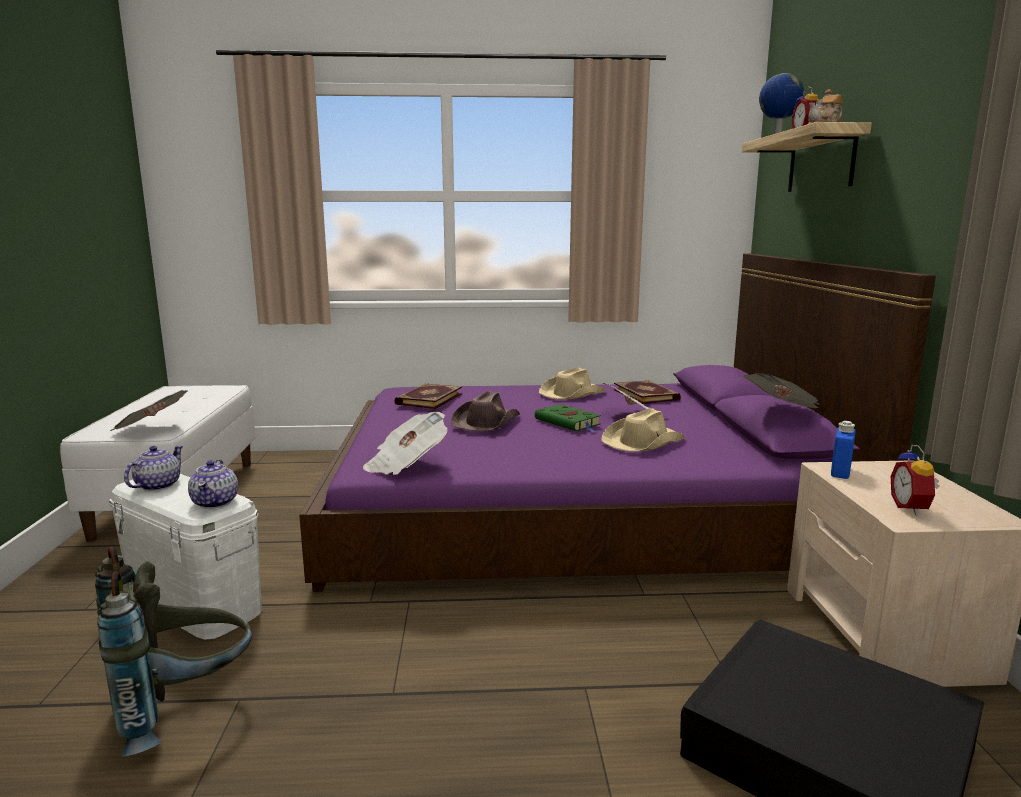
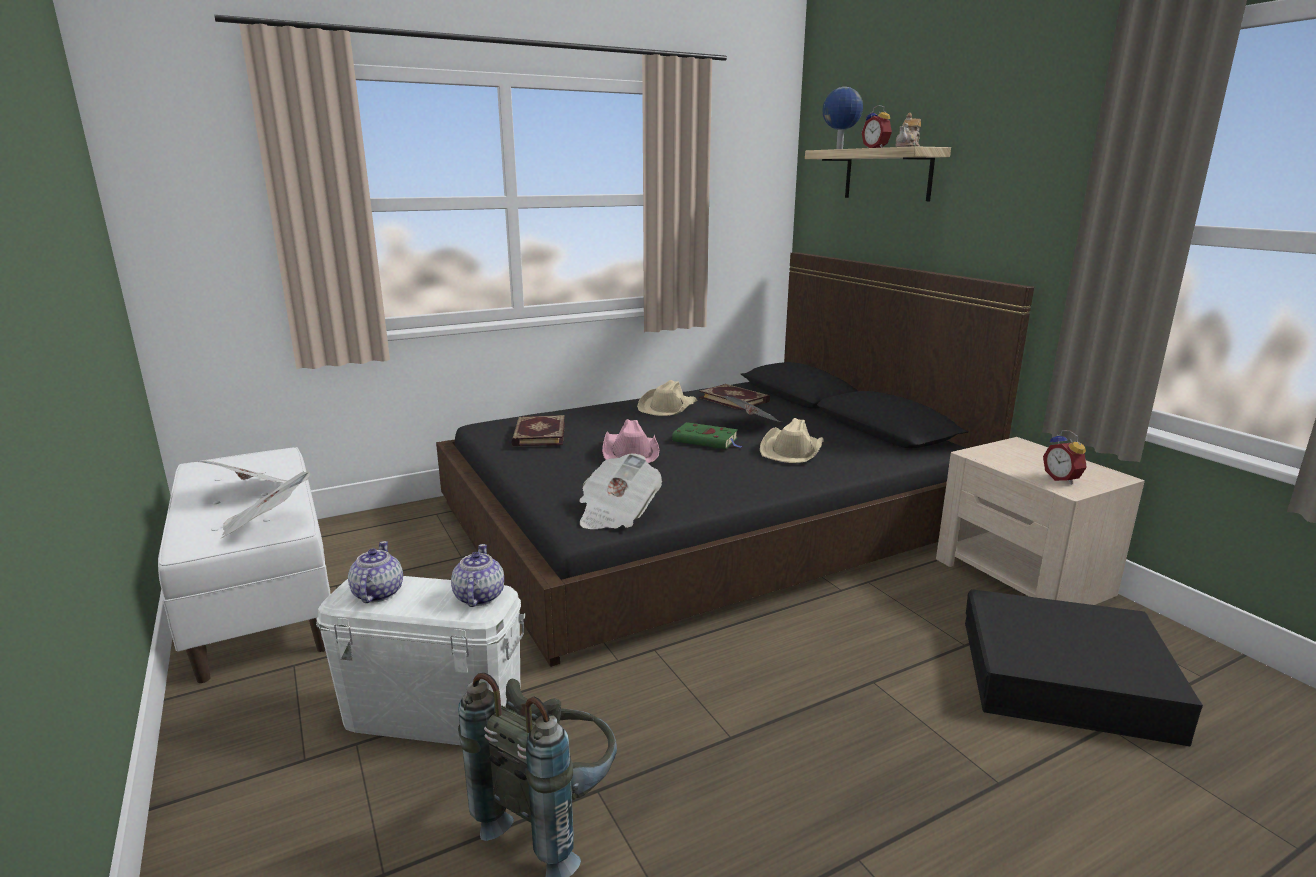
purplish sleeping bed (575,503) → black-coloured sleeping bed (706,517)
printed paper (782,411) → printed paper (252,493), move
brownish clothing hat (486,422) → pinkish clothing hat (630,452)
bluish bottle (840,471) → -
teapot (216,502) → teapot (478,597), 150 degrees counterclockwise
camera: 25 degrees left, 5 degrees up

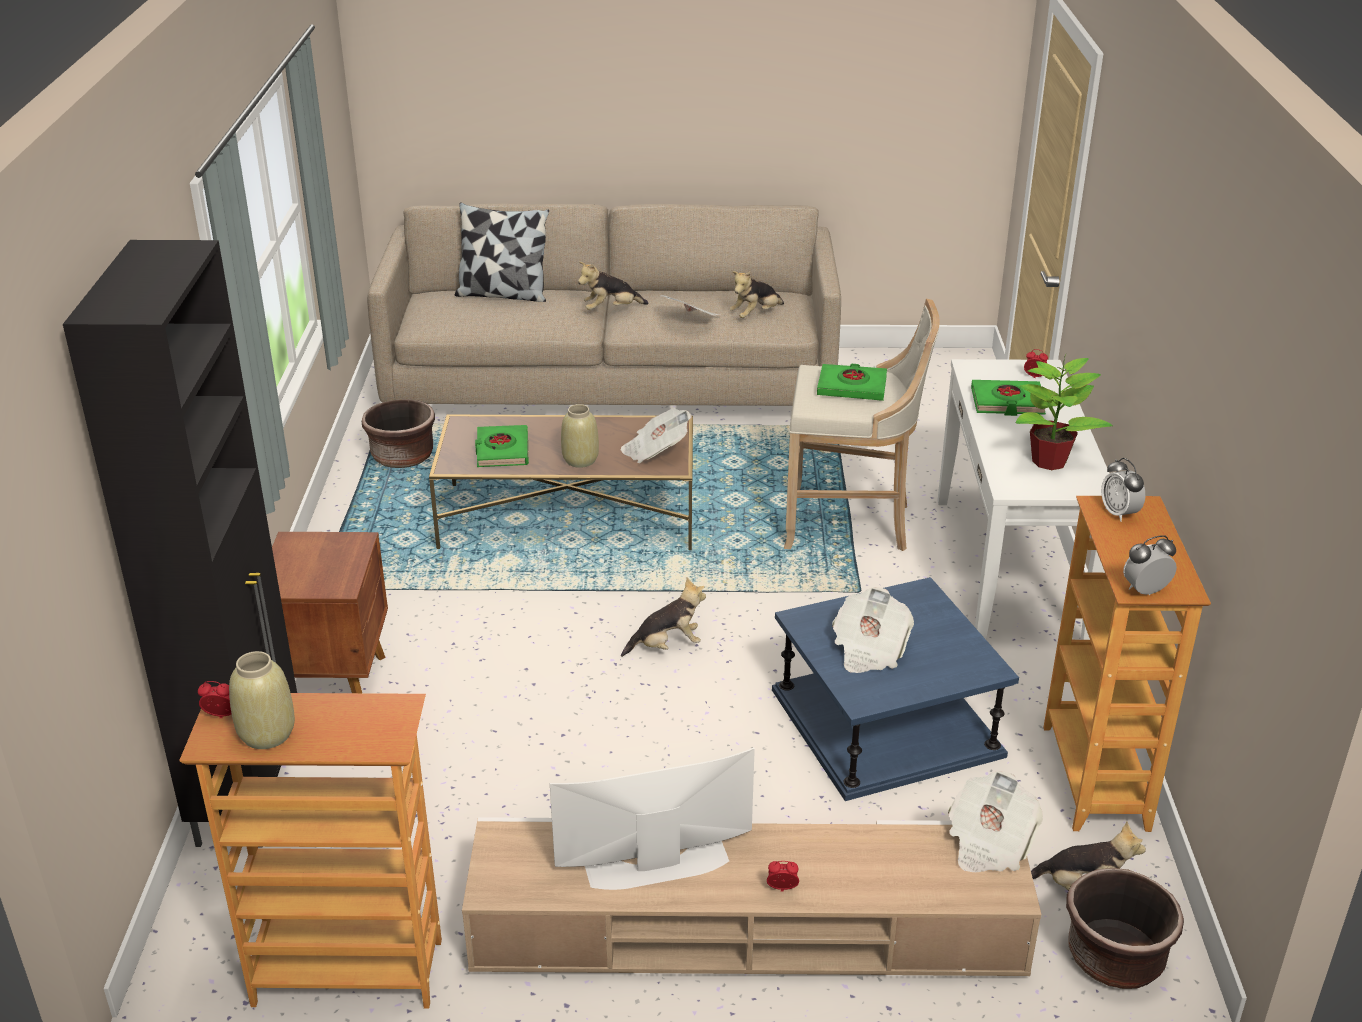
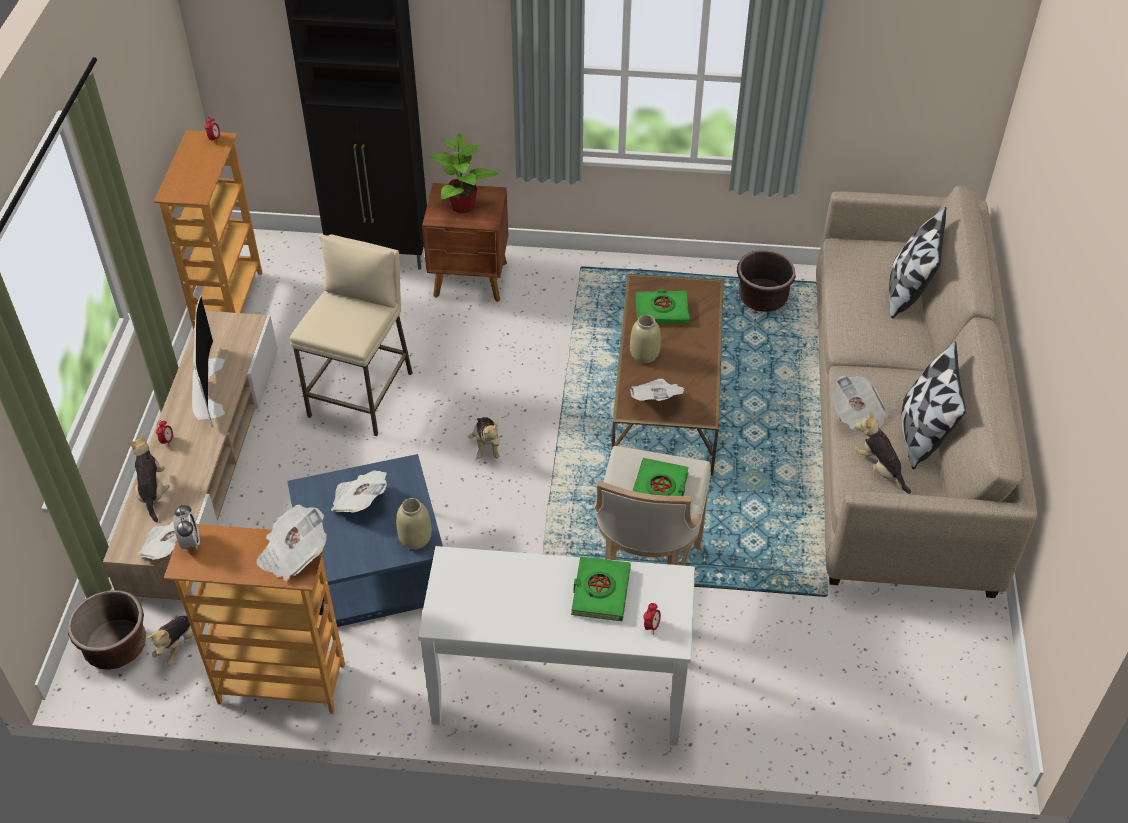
plush toy (611,310) → plush toy (153,492), move
plant in a pot (1050,461) → plant in a pot (463,206), move
alarm clock (1119,513) → printed paper (293,554)
beige decorative vase (266,734) → beige decorative vase (415,538), move
- → beige stool (362,394)
- → pillow (921,434)
camera: 95 degrees right, 15 degrees up

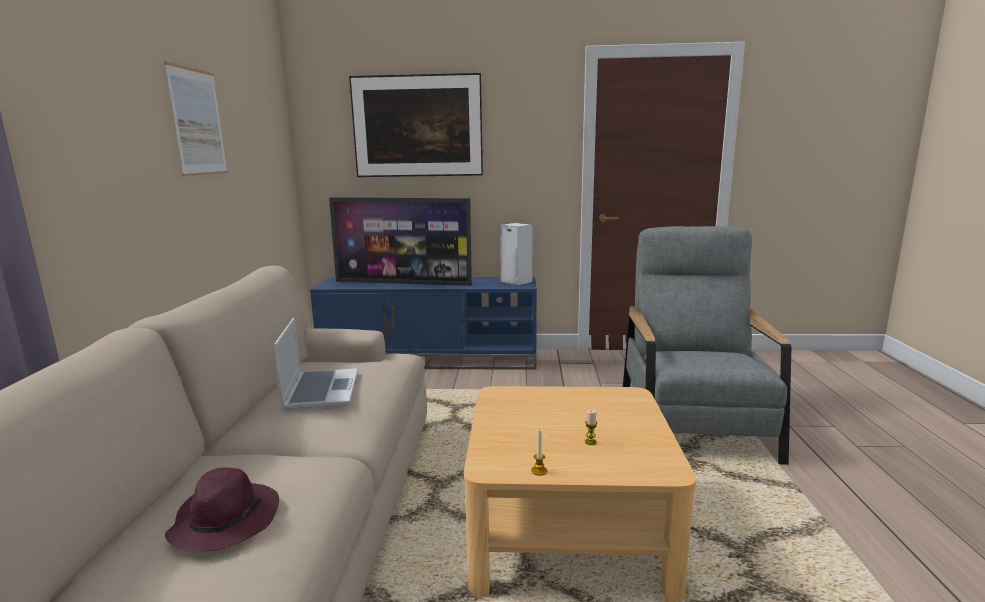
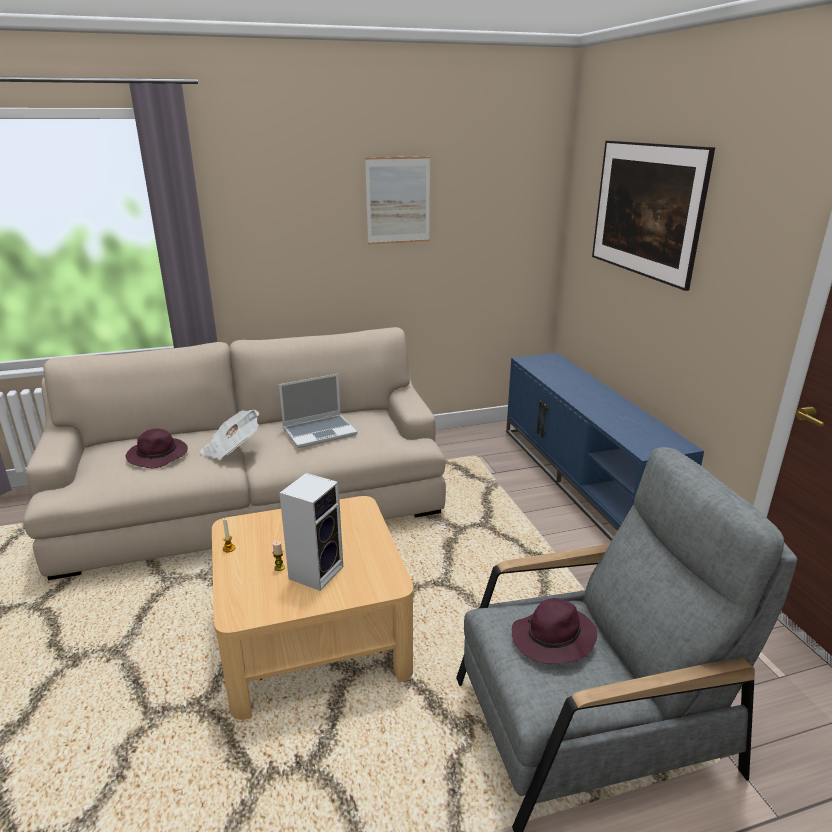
TV (403,283) → -
audio speaker (515,281) → audio speaker (316,571), move
- → printed paper (231,449)
- → purplish clothing hat (552,639)
camera: 70 degrees right, 10 degrees up

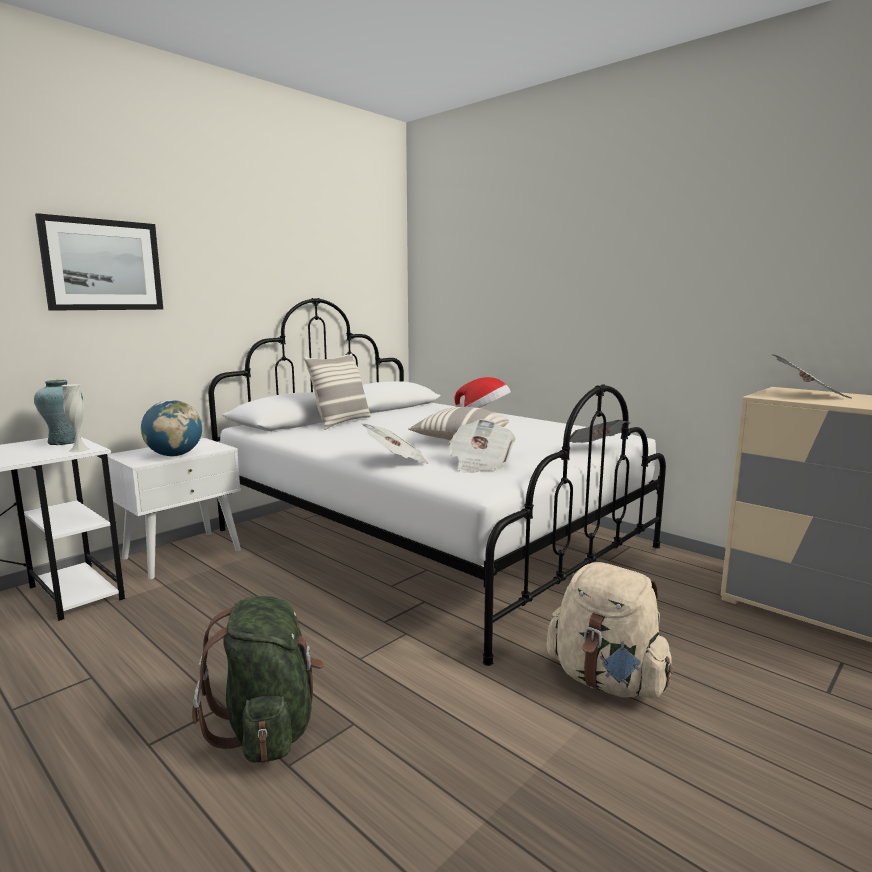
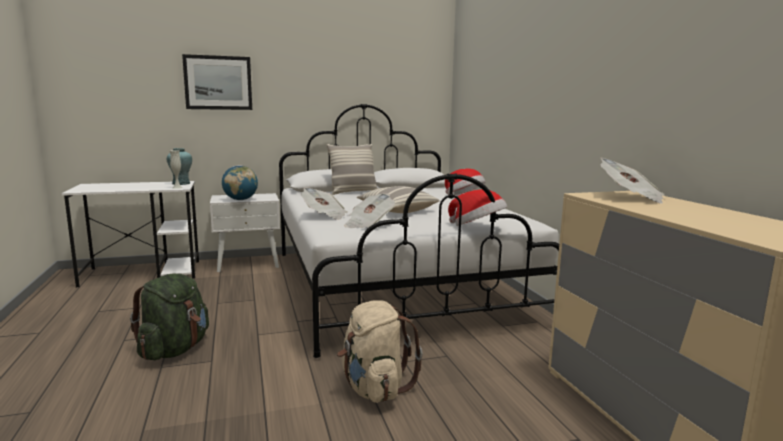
printed paper (596,449) → clothing hat (477,228)
camera: 30 degrees right, 0 degrees up

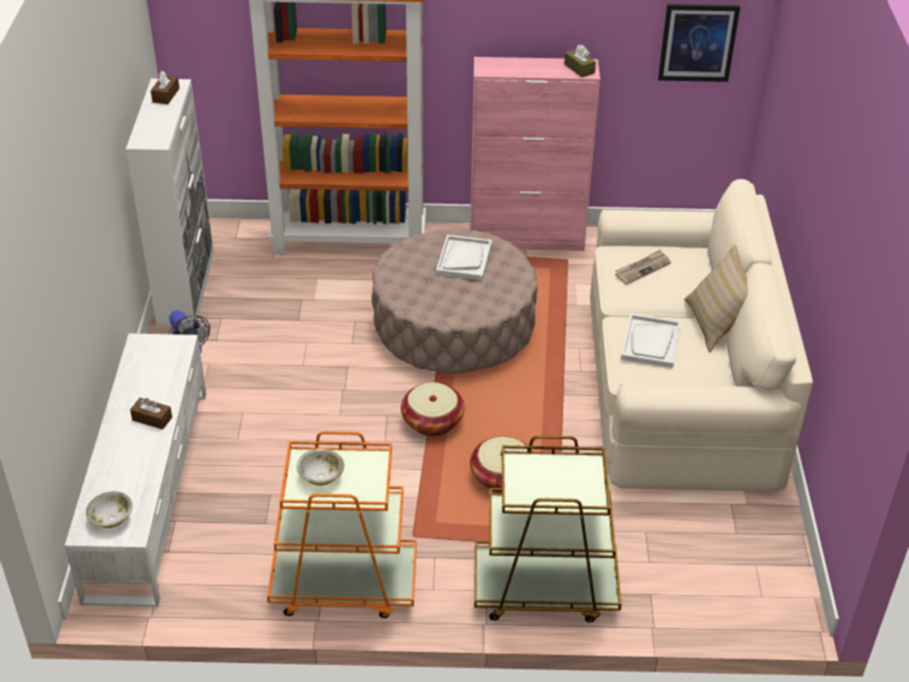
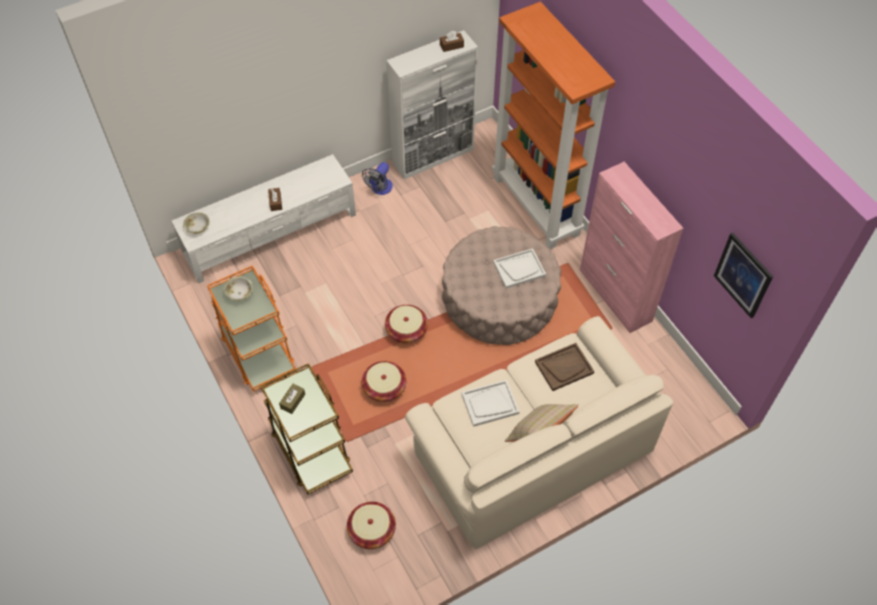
brownish box of tissues (579,68) → brownish box of tissues (293,401), move
printed paper (642,268) → brownish carrying tray (564,367)
- → basket (372,530)
camera: 60 degrees right, 15 degrees up

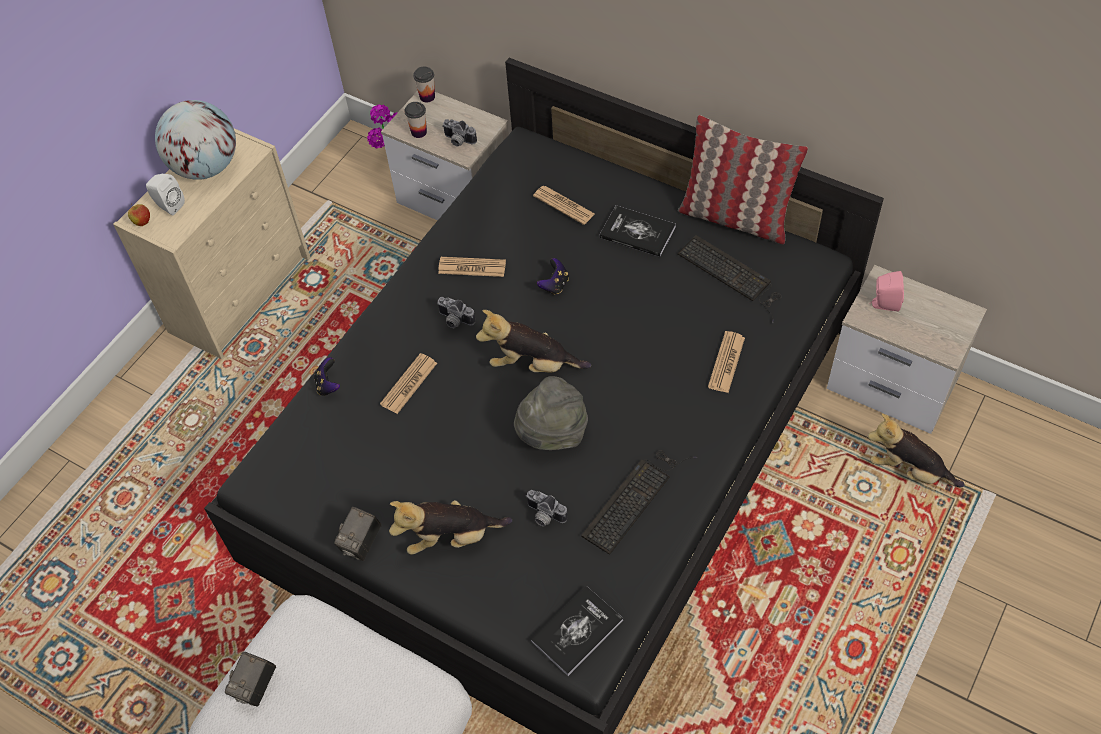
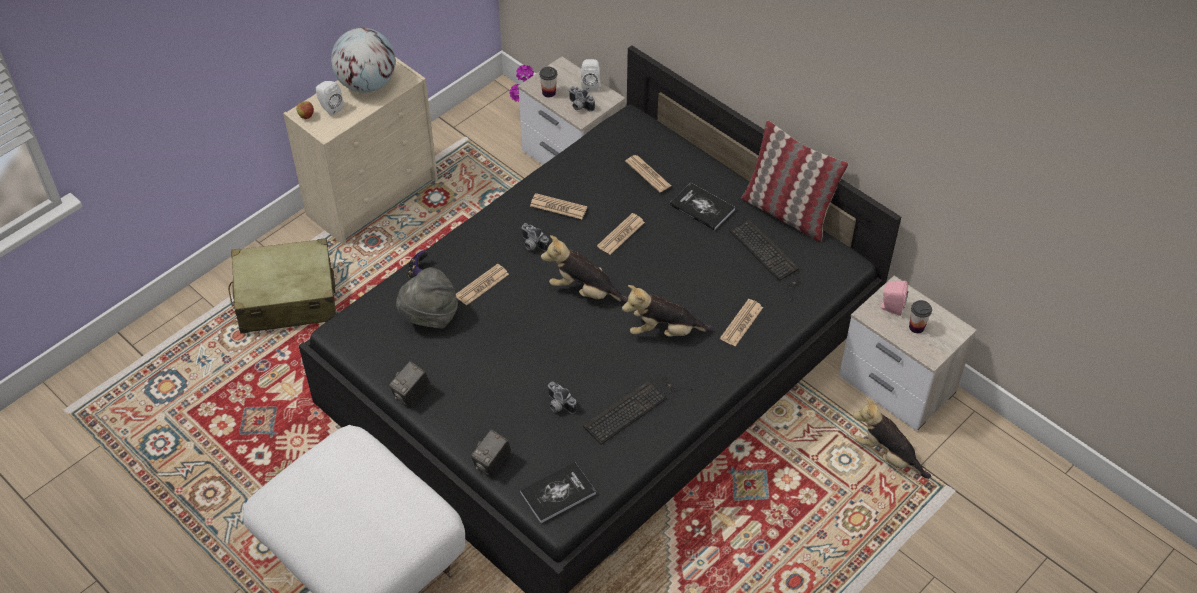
drinking cup (427,97) → drinking cup (916,327), move
gamepad (554,285) → printed paper (621,234)
greyish clothing hat (552,434) → greyish clothing hat (429,317), move
plush toy (451,537) → plush toy (664,331), move
still camera (256,687) → still camera (492,463), move
- → white-coloured audio speaker (590,84)
- → beige suitcase (286,298)
camera: 10 degrees right, 5 degrees down

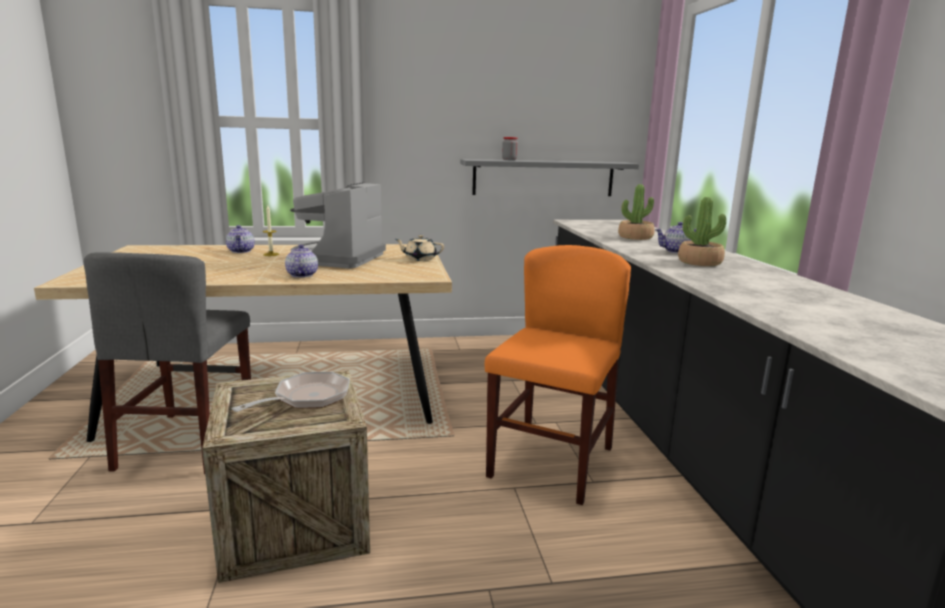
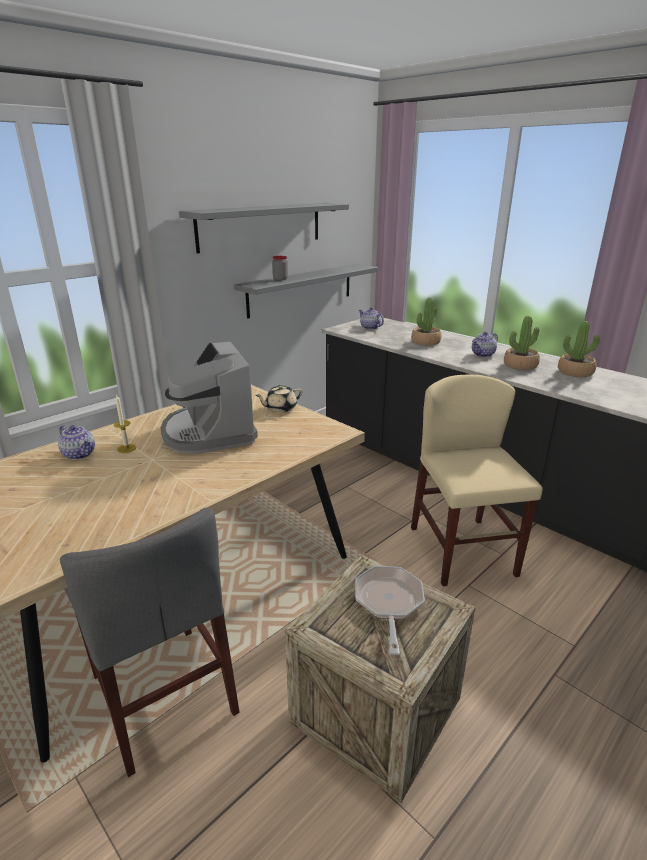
teapot (301,275) → teapot (369,327), move
orange-coloured plain chair (551,462) → beige plain chair (462,551)
- → greyish wall shelf (261,226)
- → plant in a pot (575,372)
camera: 35 degrees left, 10 degrees up

